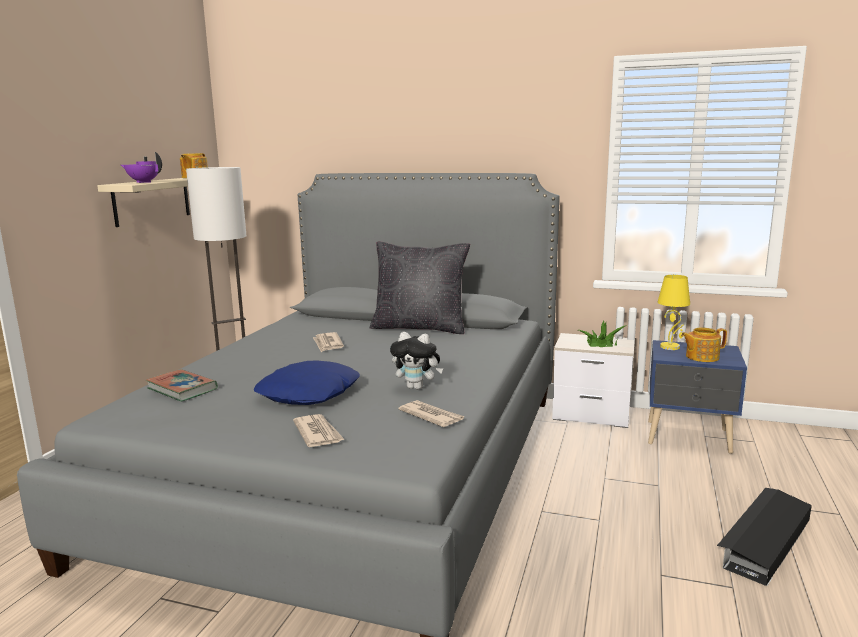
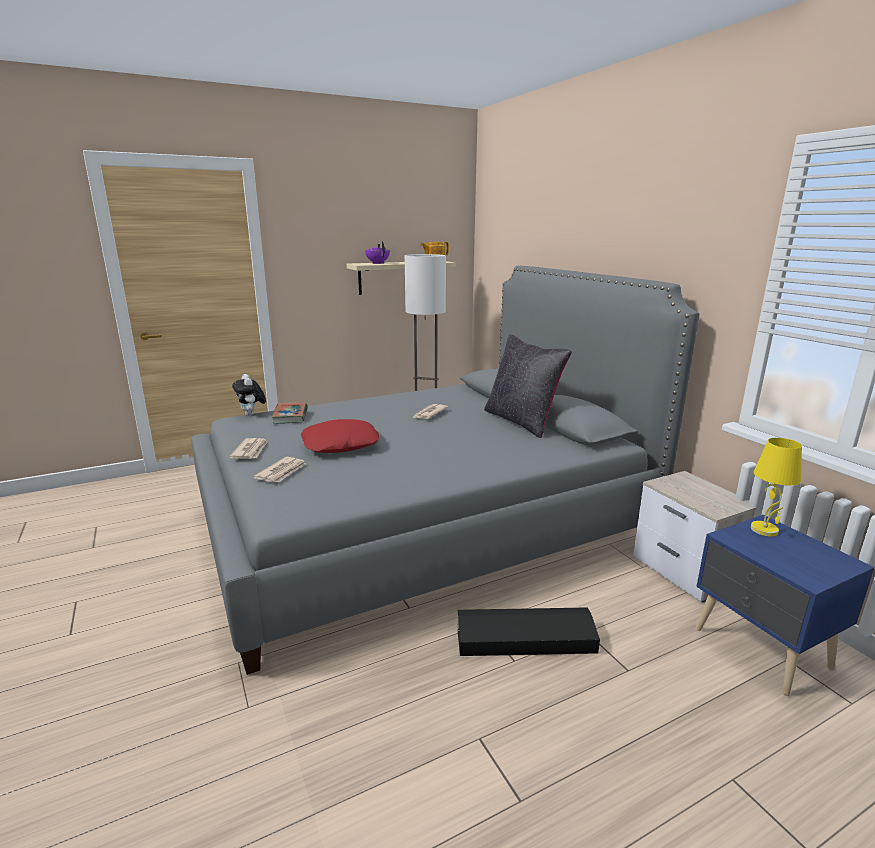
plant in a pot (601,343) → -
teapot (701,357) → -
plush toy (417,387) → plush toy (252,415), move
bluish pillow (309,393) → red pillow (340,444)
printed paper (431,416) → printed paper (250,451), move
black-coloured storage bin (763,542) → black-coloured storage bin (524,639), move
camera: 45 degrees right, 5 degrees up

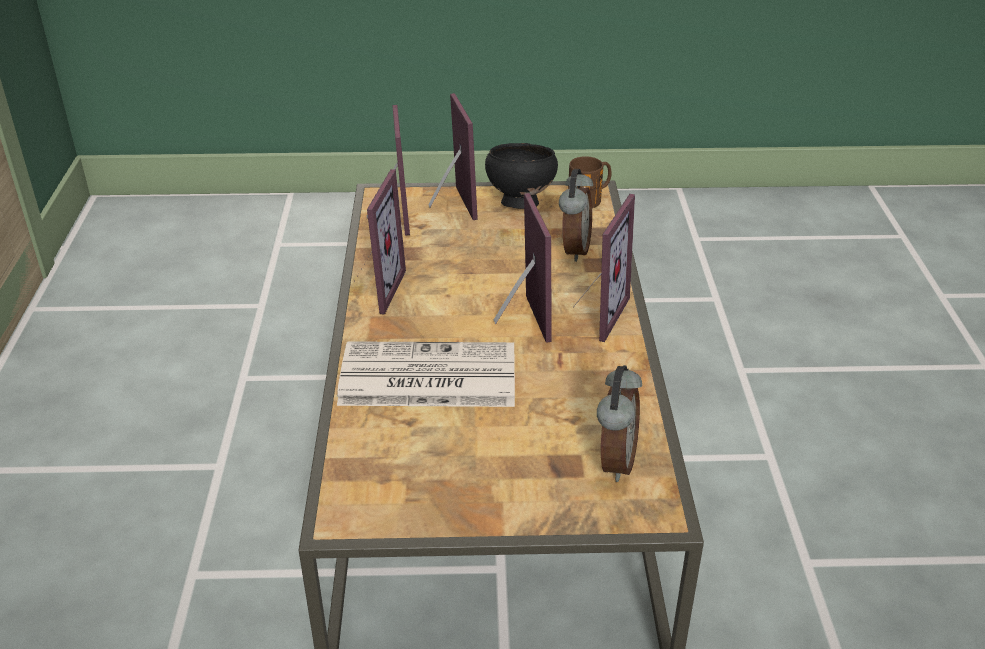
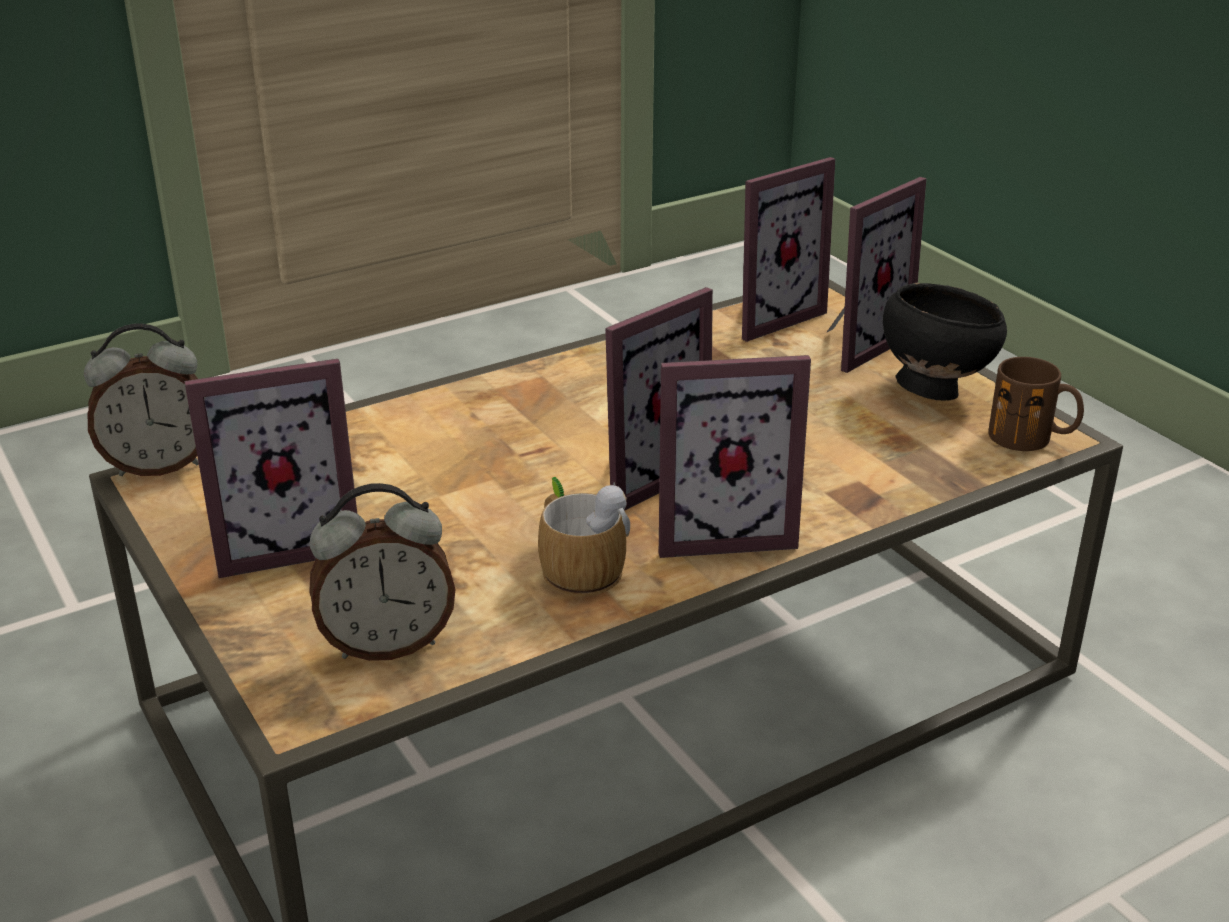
standing frame (373,289) → standing frame (285,543), move
alarm clock (573,250) → alarm clock (159,465), move
printed paper (425,377) → -
- → tea mug (577,564)
camera: 60 degrees right, 5 degrees down

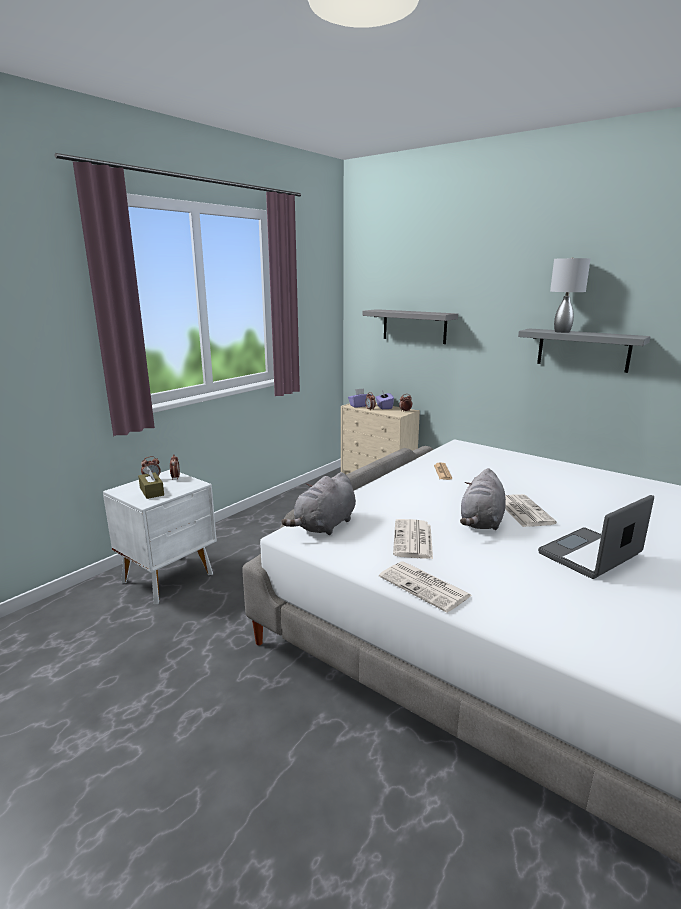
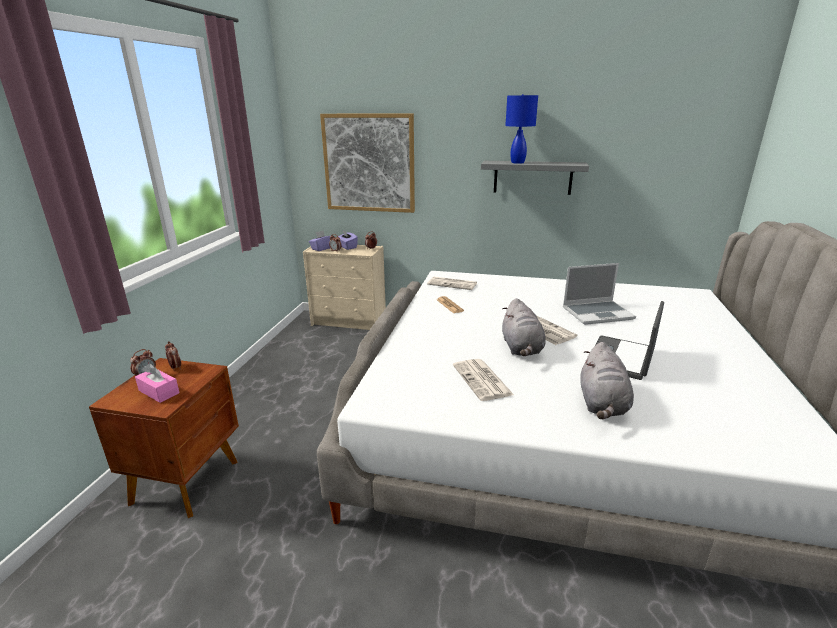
greyish lamp for a table (562,332) → bluish lamp for a table (518,162)
greyish wall shelf (414,326) → wall art (369,163)
brownish box of tissues (151,491) → pinkish box of tissues (159,392)
white-coloured bedside table (169,578) → brownish bedside table (188,481)
greyish plush toy (324,526) → greyish plush toy (602,404), move
printed paper (425,587) → printed paper (453,284), move
- → notebook computer (598,313)
camera: 25 degrees left, 5 degrees up

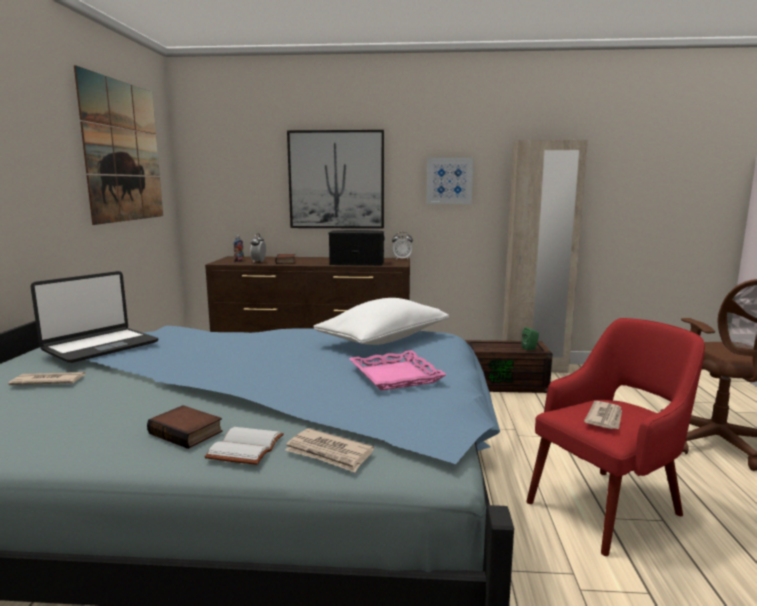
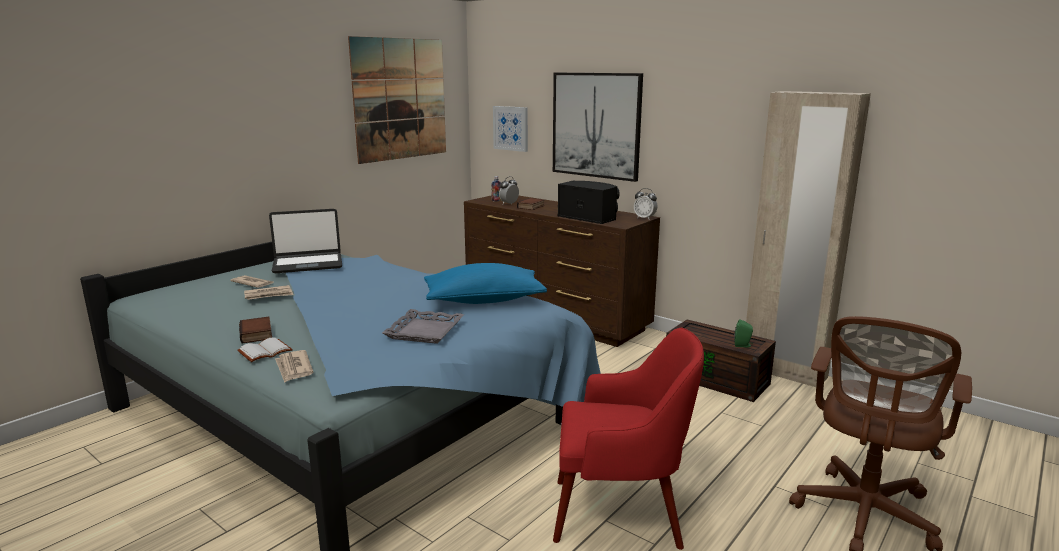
wall art (449,180) → wall art (511,128), move
white-coloured pillow (383,340) → bluish pillow (484,300)
pinkish carrying tray (395,376) → greyish carrying tray (424,331)
printed paper (605,418) → printed paper (269,295), move
camera: 35 degrees right, 5 degrees up

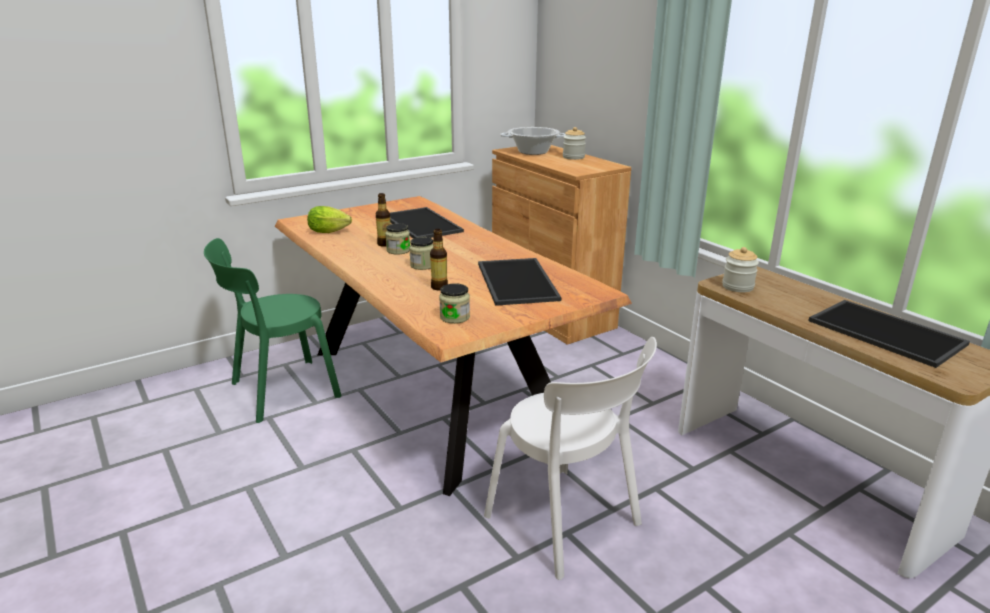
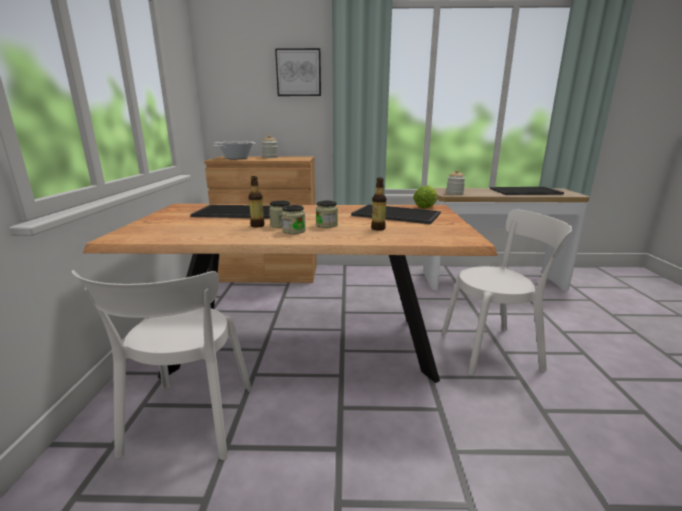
lettuce head (331,232) → lettuce head (426,207), move
greenish plain chair (280,391) → white-coloured plain chair (188,423)
storage jar (454,317) → storage jar (294,231), move
- → wall art (298,73)
camera: 55 degrees left, 5 degrees down

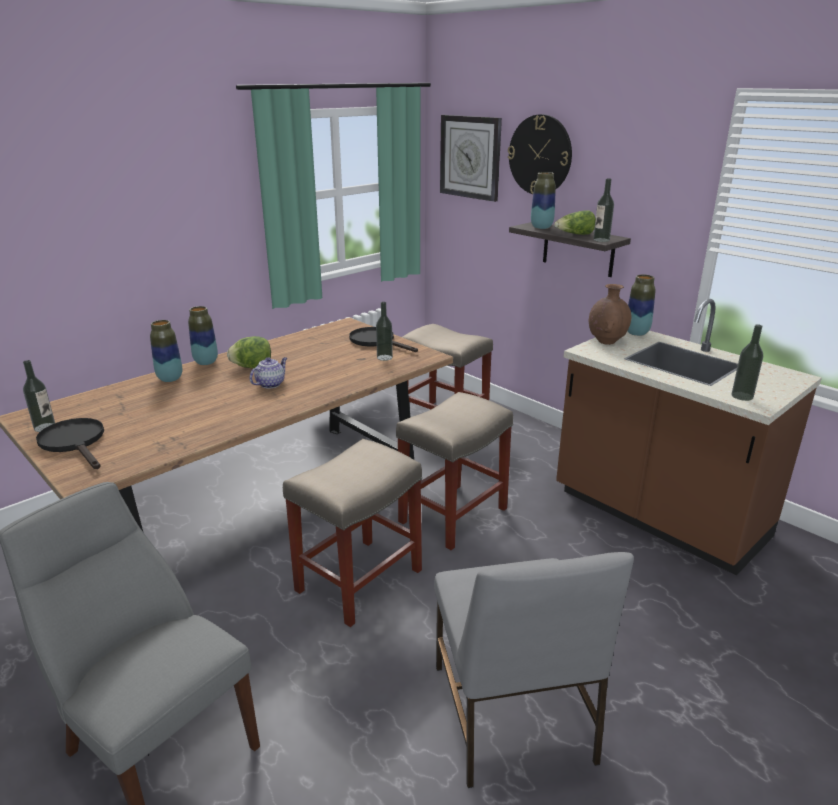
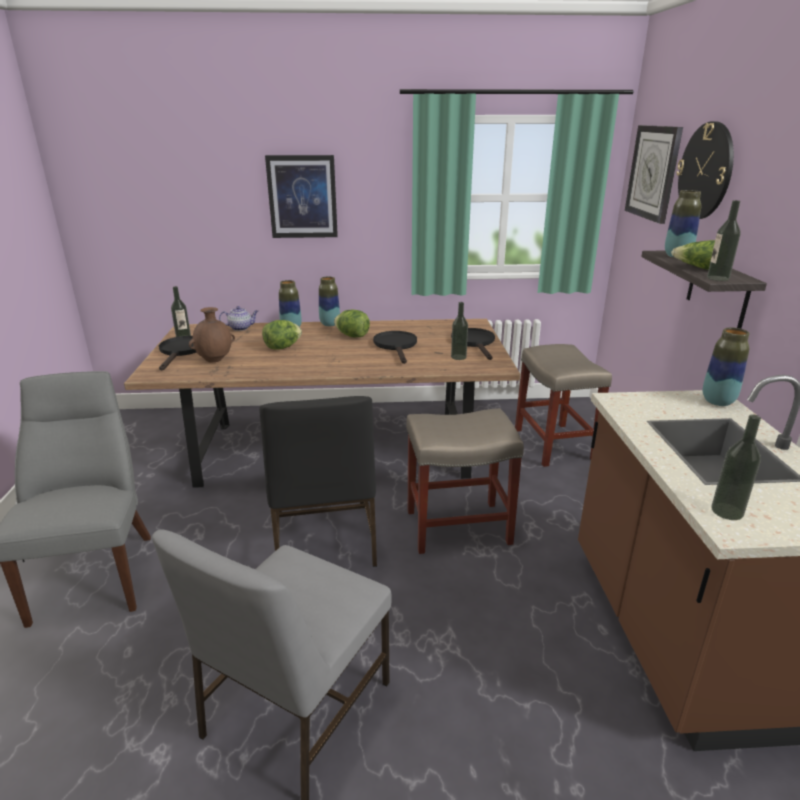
brownish decorative vase (606,342) → brownish decorative vase (215,360), move
teapot (270,384) → teapot (241,328), move
beige stool (358,581) → black-coloured plain chair (323,539)
- → wall art (302,197)
- → lettuce head (282,347)
- → black-coloured frying pan (396,346)
camera: 40 degrees right, 0 degrees up

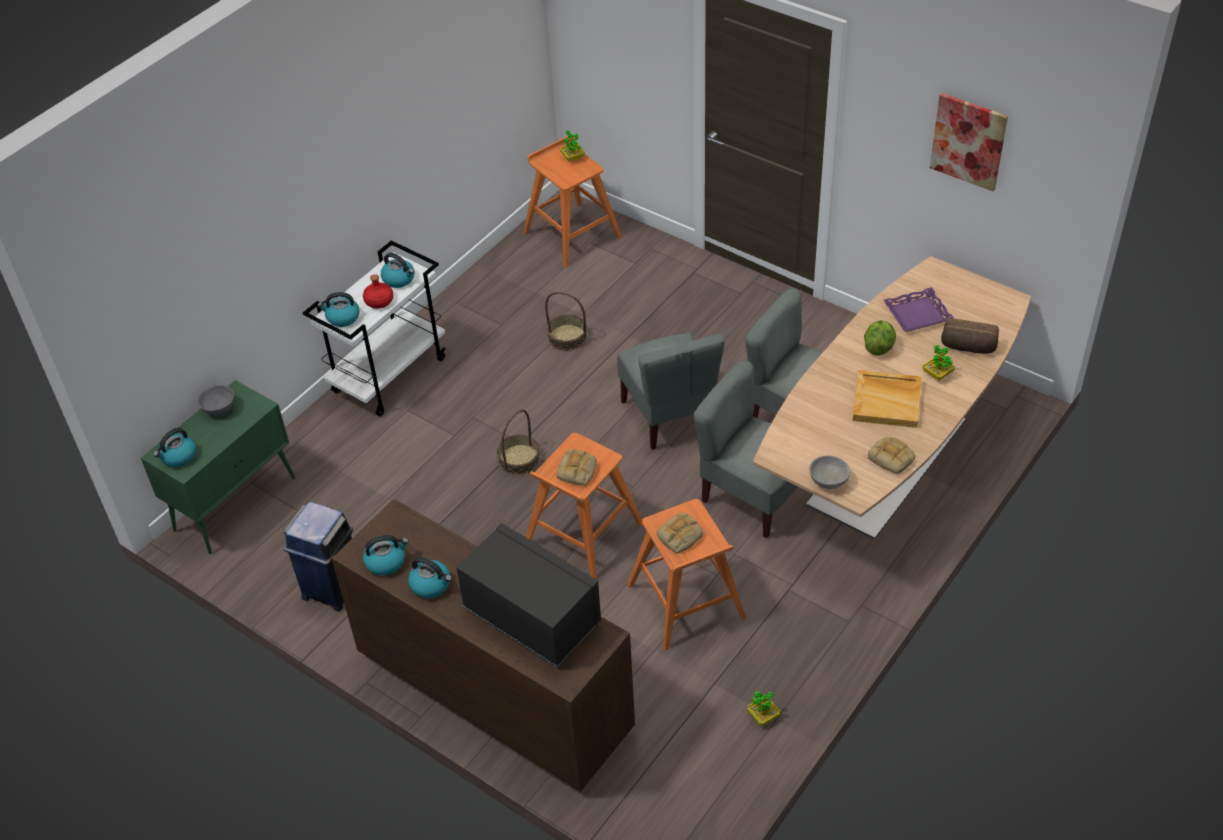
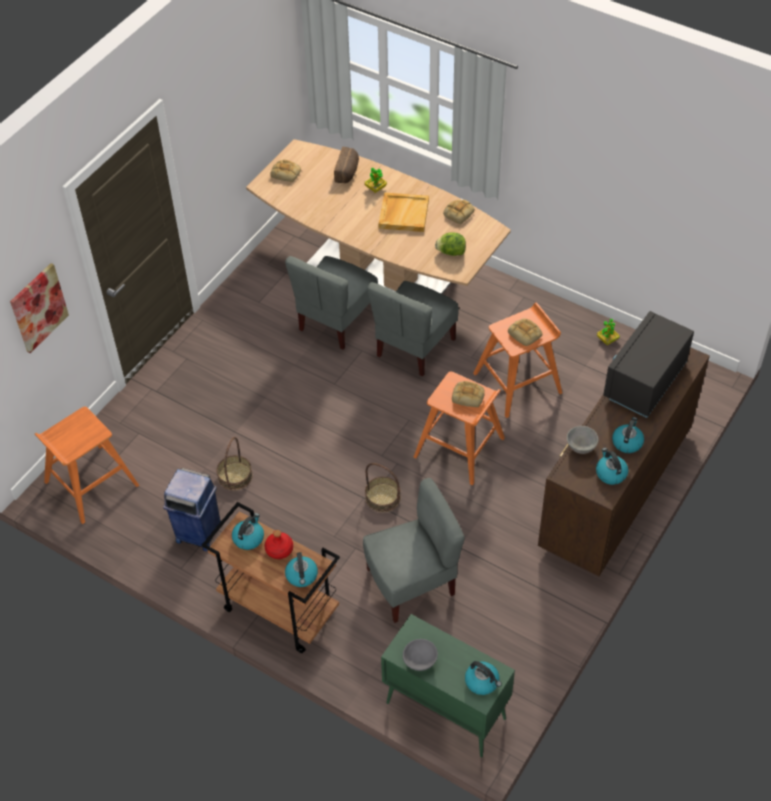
wall art (968,141) → wall art (38,307), move
plant in a pot (572,158) → -
white-coloured trolley (390,374) → brownish trolley (278,610)
purplish carrying tray (917,314) → -
lettuce head (878,347) → lettuce head (451,252), move
greyish plain chair (669,416) → greyish plain chair (411,583), move
greyish serving bowl (828,481) → greyish serving bowl (580,446), move
bluish waste bin (332,588) → bluish waste bin (198,532), move
- → baked bread (286,173)
camera: 95 degrees left, 5 degrees up

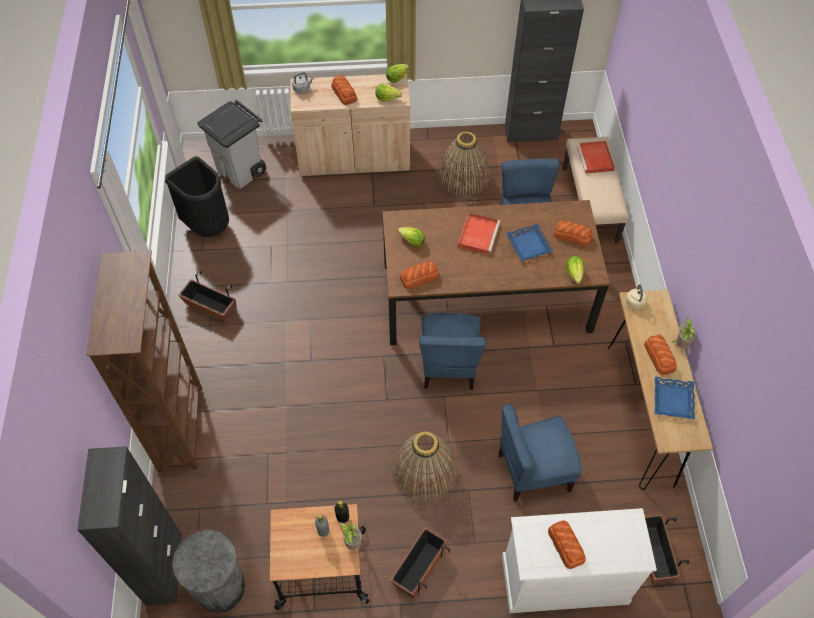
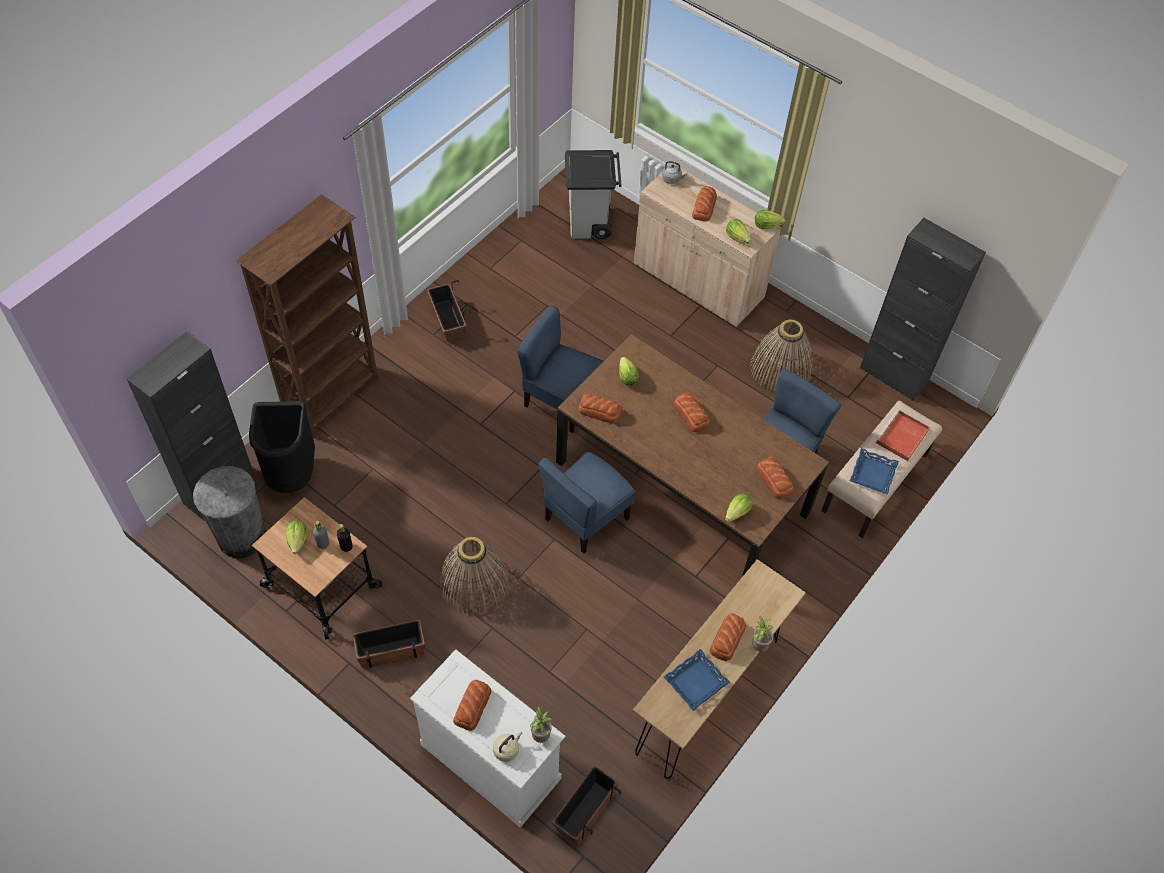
black-coloured waste bin (208,226) → black-coloured waste bin (292,474), move
red carrying tray (478,234) → baked bread (691,414)
bluish carrying tray (529,245) → bluish carrying tray (873,474), move
beige water kettle (634,301) → beige water kettle (507,749), move
bluish plain chair (533,471) → bluish plain chair (561,400), move
plant in a pot (352,543) → plant in a pot (540,735), move
- → lettuce head (298,540)
camera: 40 degrees right, 0 degrees up

